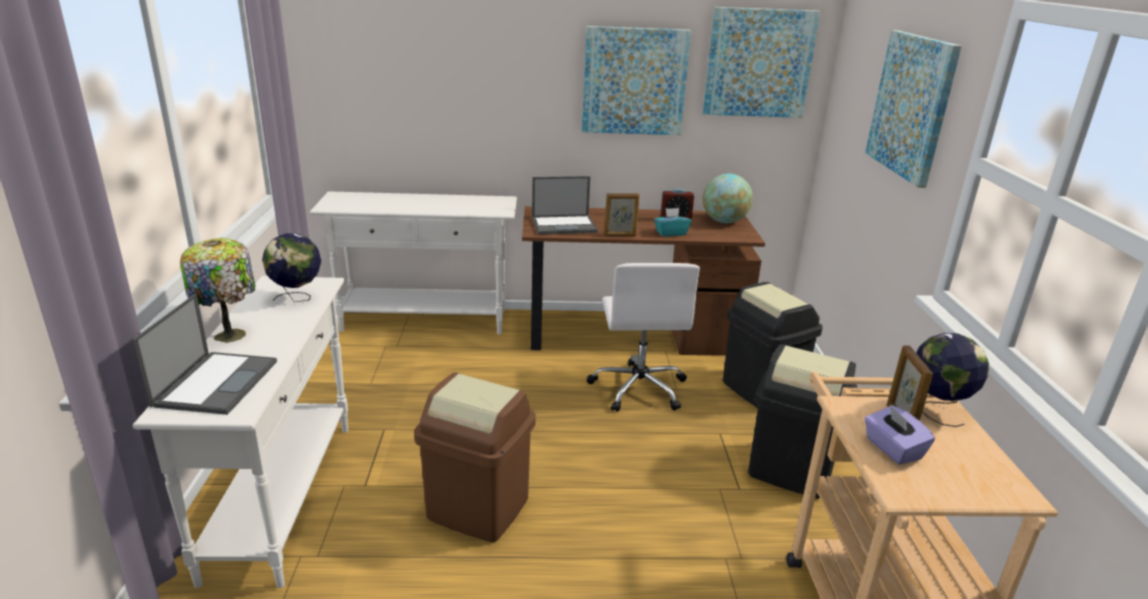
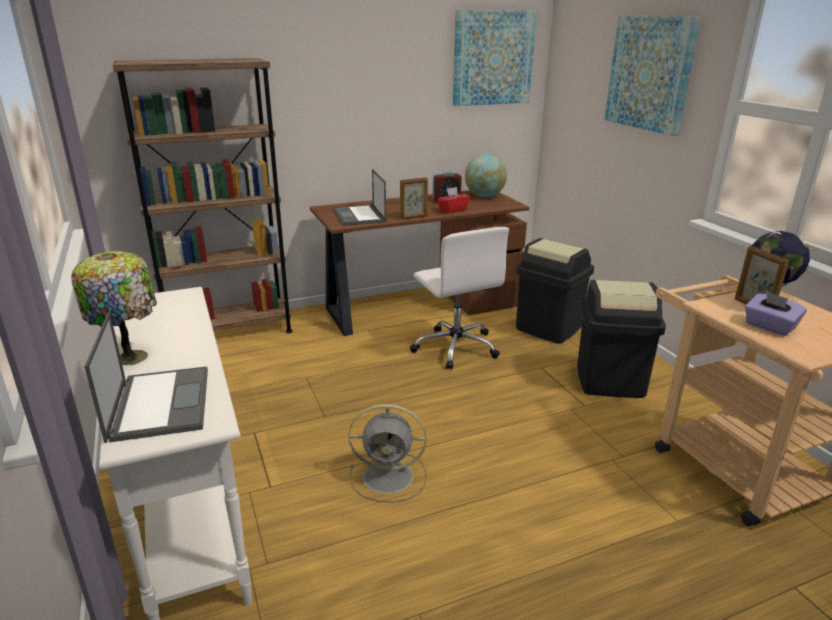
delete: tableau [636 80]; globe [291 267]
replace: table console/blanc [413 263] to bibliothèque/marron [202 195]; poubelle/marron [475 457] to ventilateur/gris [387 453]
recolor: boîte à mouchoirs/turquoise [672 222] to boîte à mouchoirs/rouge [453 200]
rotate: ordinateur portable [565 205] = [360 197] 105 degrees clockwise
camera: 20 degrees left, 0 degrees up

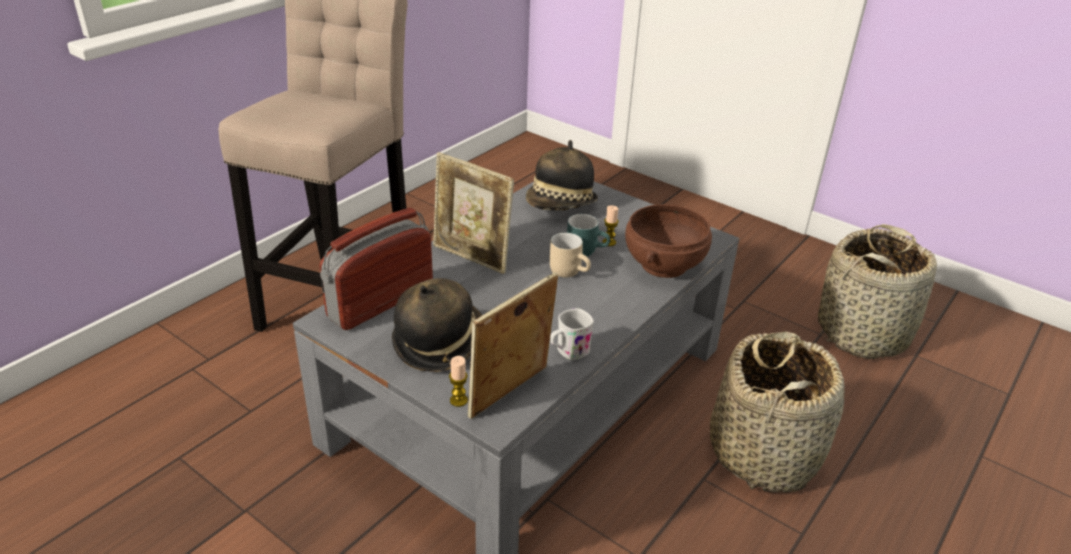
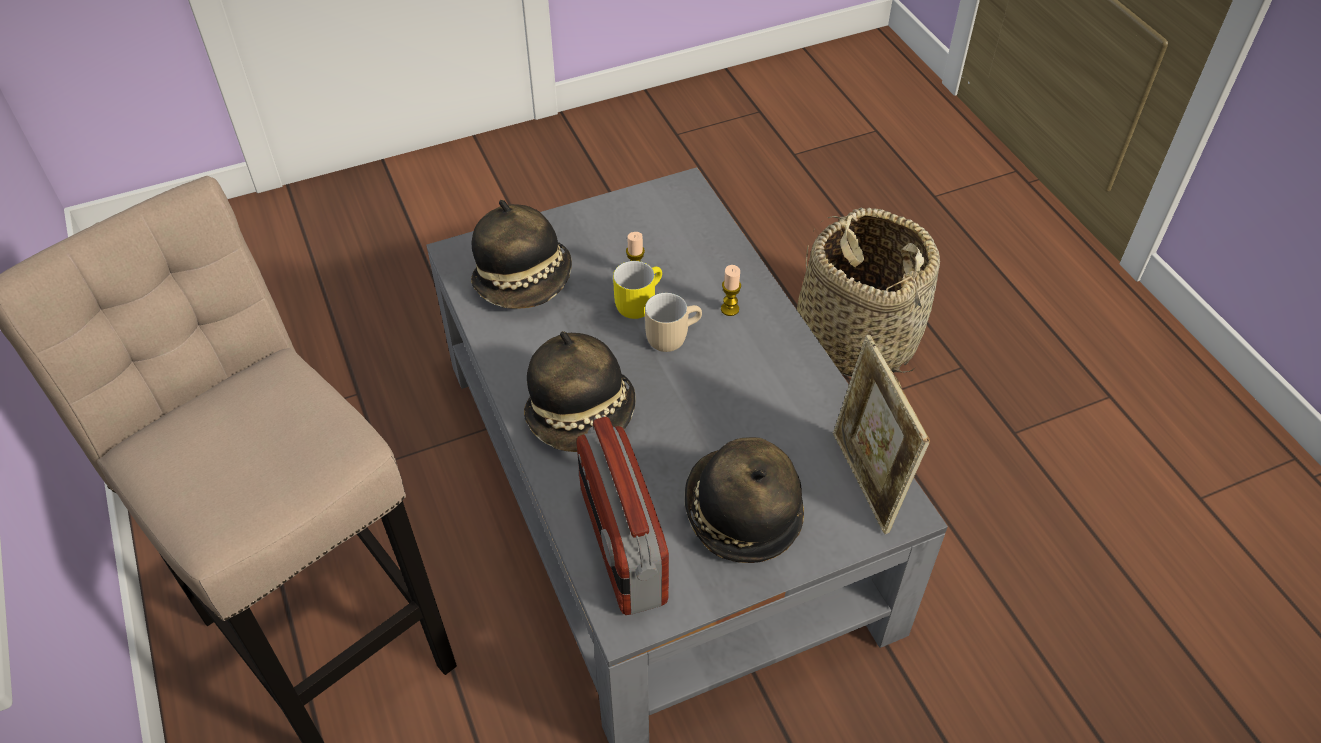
delete: bol/marron [668 241]; panier [877 291]; mug/blanc [572 334]
move: bougie [458 381] to [731 290]
replace: cadre photo [473 213] to chapeau [580 391]
recolor: mug/turquoise [588 235] to mug/jaune [637 290]
camera: 60 degrees left, 15 degrees up

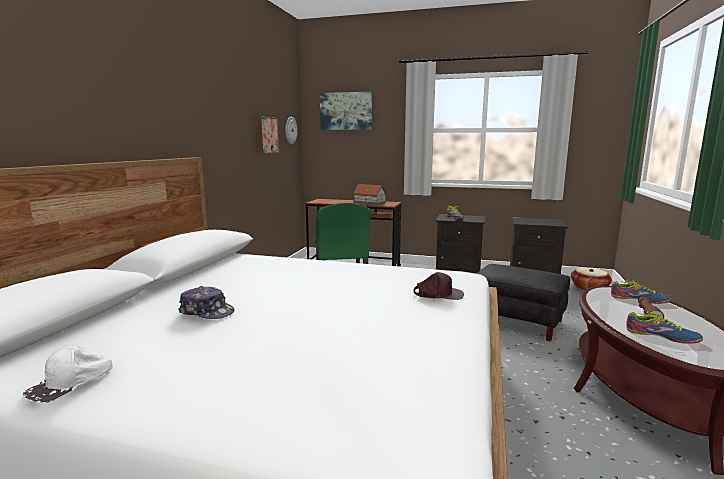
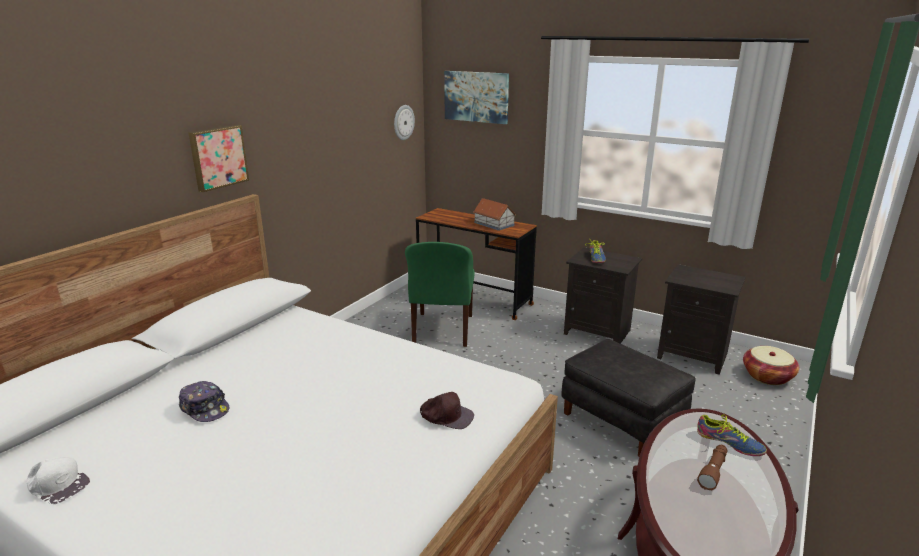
delete: chaussure [664 327]
move: tableau [268 135] to [219 158]
rotate: casquette/blanc [68 374] = [58 480] 105 degrees counterclockwise
camera: 15 degrees right, 10 degrees up

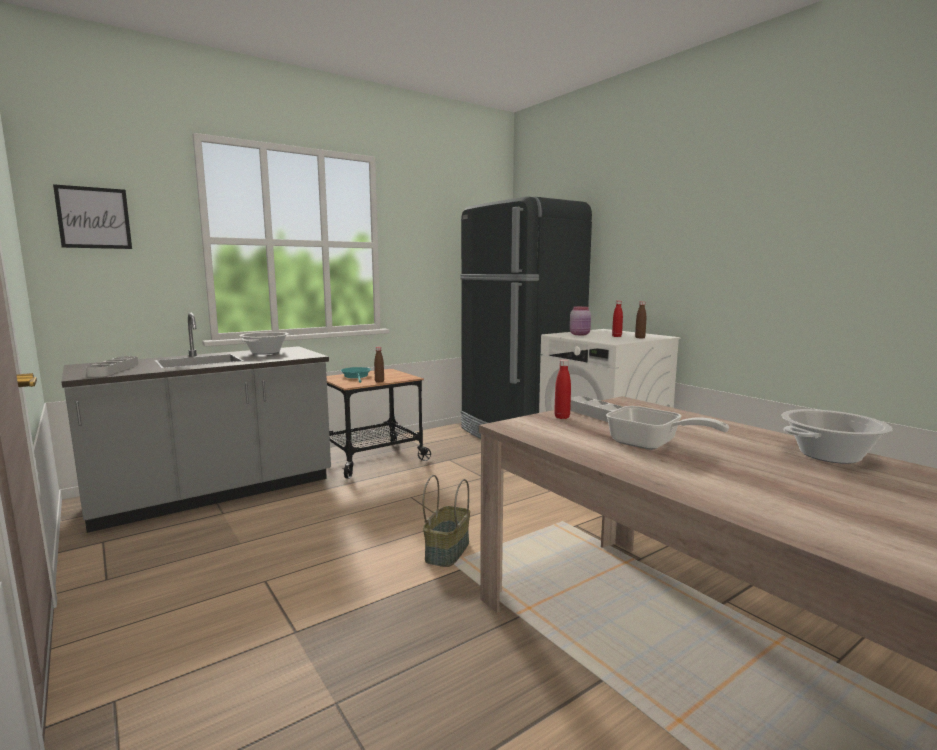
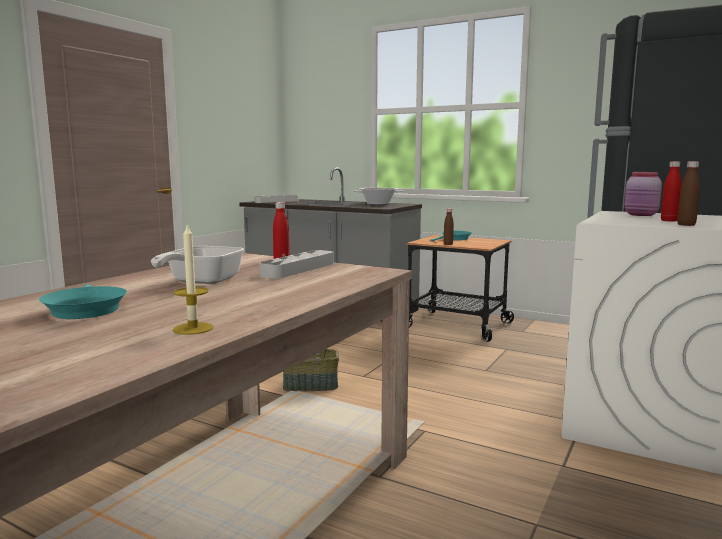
delete: tableau [92 216]
insert: poêle/turquoise [83 301]
replace: marmite [837 436] to bougie [193 279]
camera: 65 degrees right, 0 degrees up

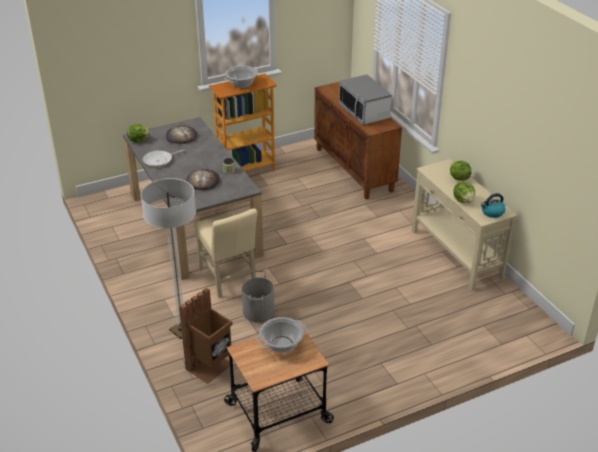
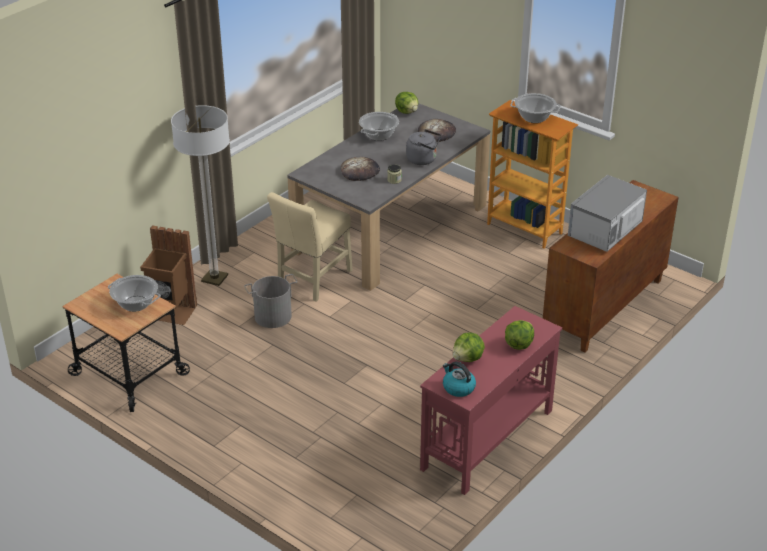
insert: bouilloire/gris [423 147]
replace: poêle [164 158] to marmite [379 126]
recolor: table console/beige [464 225] to table console/rouge [491 400]
camera: 65 degrees right, 0 degrees up

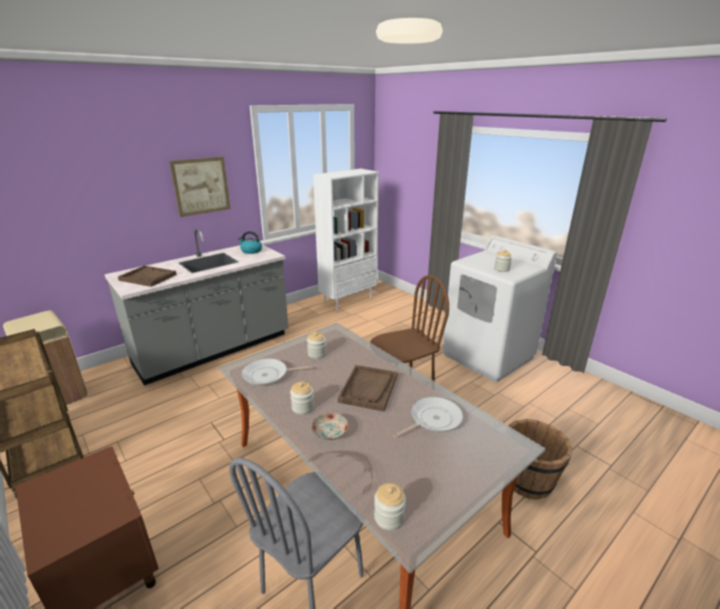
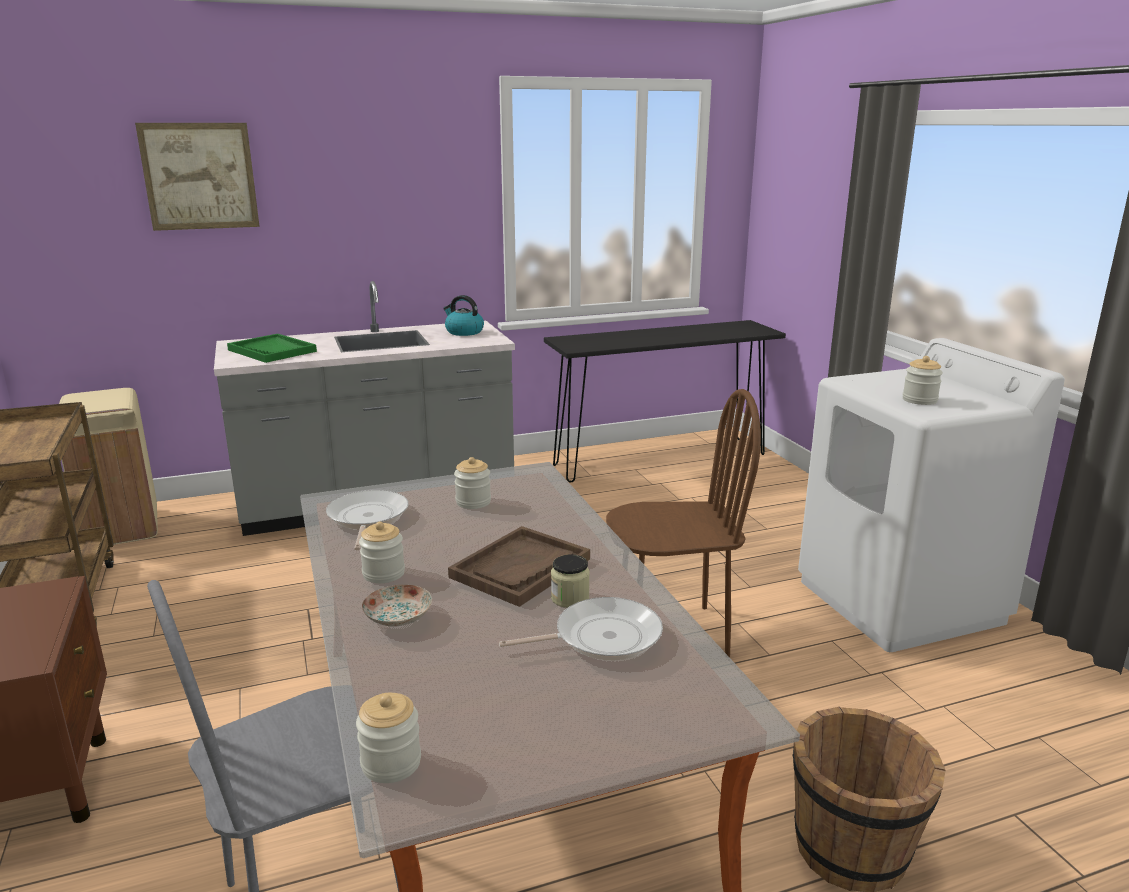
insert: bocal [570 581]
move: tableau [199 187] to [197 177]
replace: bibliothèque/blanc [346 240] to table console/noir [665 401]
recolor: plateau/marron [147 276] to plateau/vert [272 348]
rotate: poêle [276 372] = [367 520] 75 degrees clockwise
camera: 20 degrees right, 5 degrees down

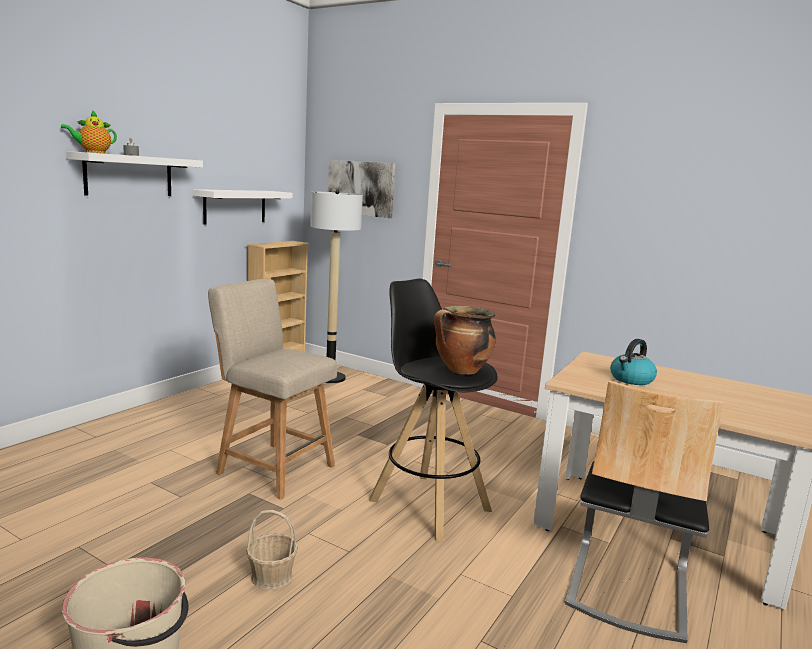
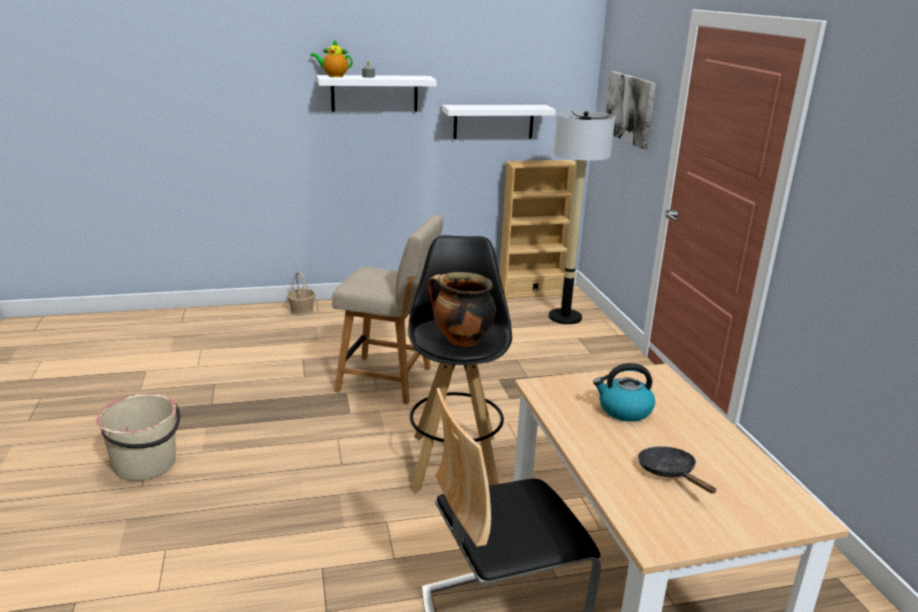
insert: poêle/noir [677 470]
move: panier [272 550] to [301 294]
rotate: chaise/beige [272 389] = [387 309] 120 degrees clockwise
camera: 45 degrees right, 10 degrees up

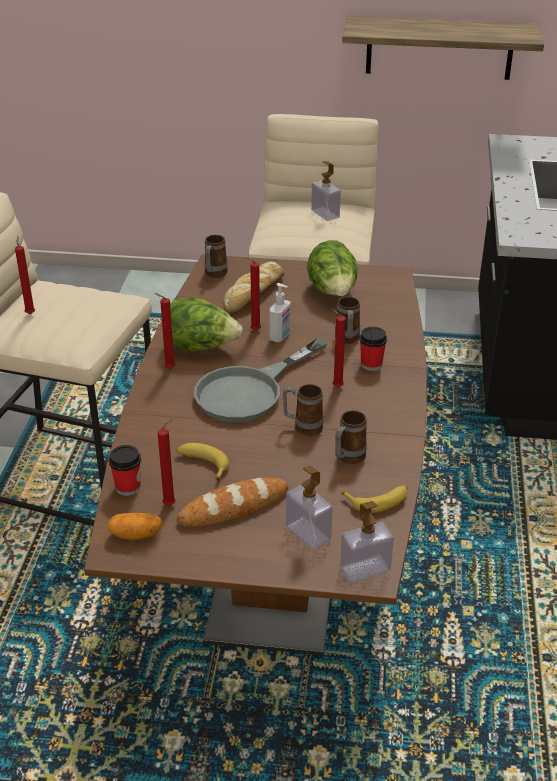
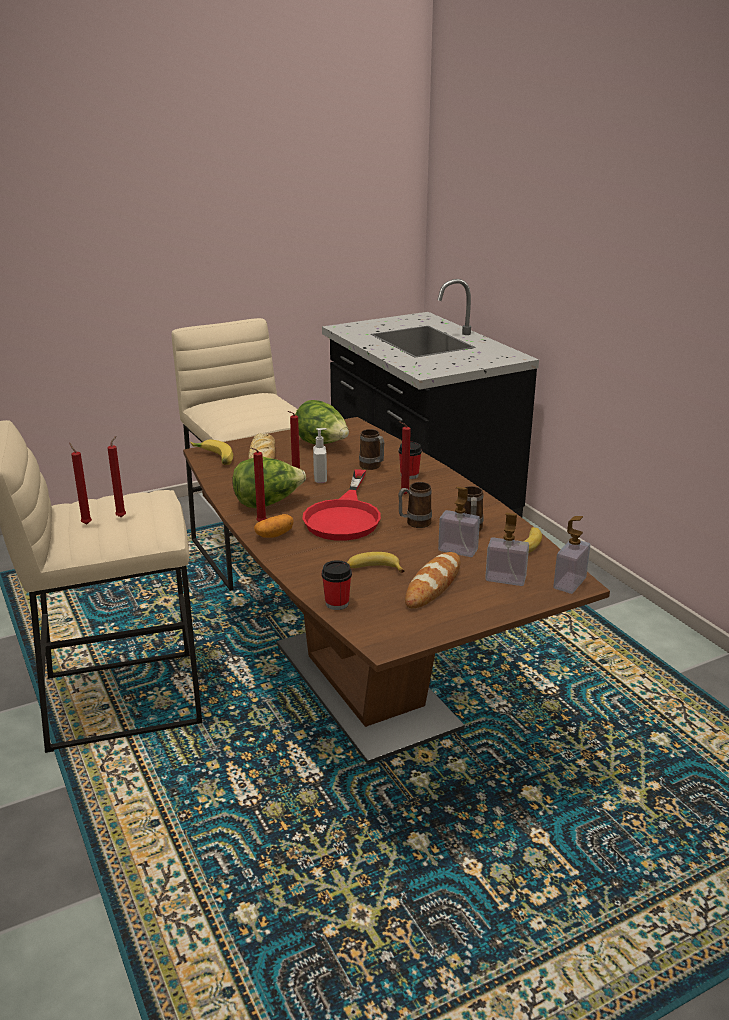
delete: étagère [443 48]
move: distributeur de savon [326 191] to [459 522]; bougie/rouge [166 462] to [116 477]; pomme de terre [135 526] to [274 526]
replace: mug [216 256] to banane [211 452]
recolor: poêle/gris [260 380] to poêle/rouge [341 505]
camera: 35 degrees left, 10 degrees down

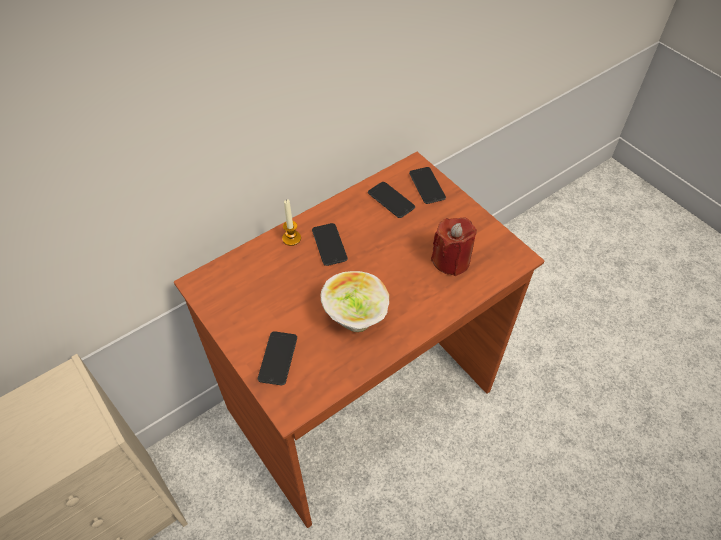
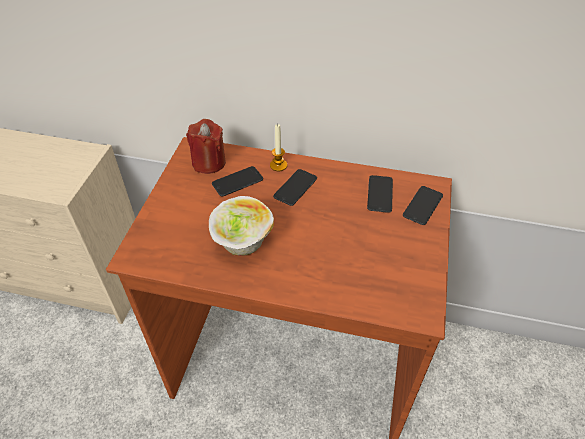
move: bougie/rouge [454 247] to [206 146]; téléphone [277 358] to [237 181]
camera: 50 degrees right, 5 degrees down

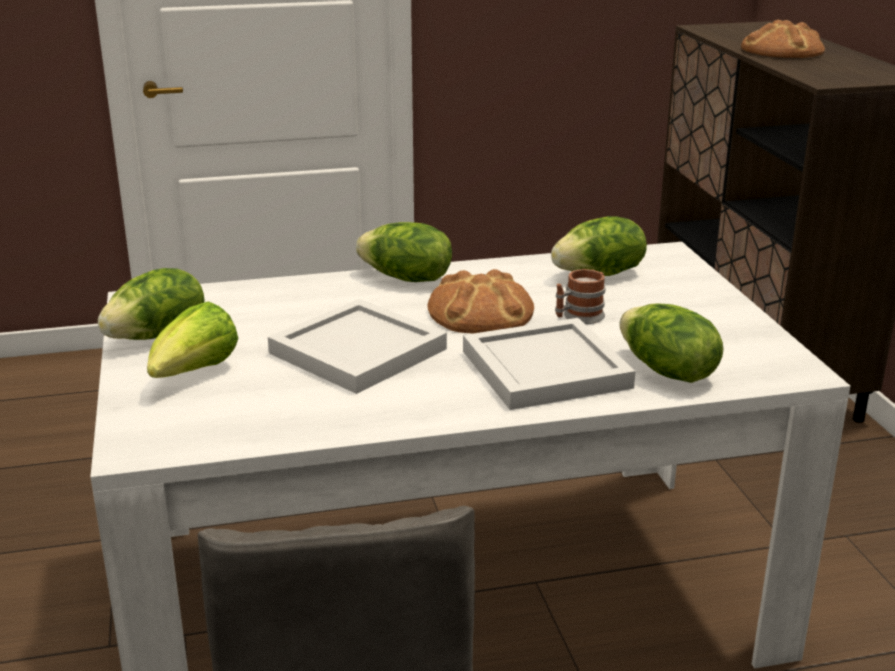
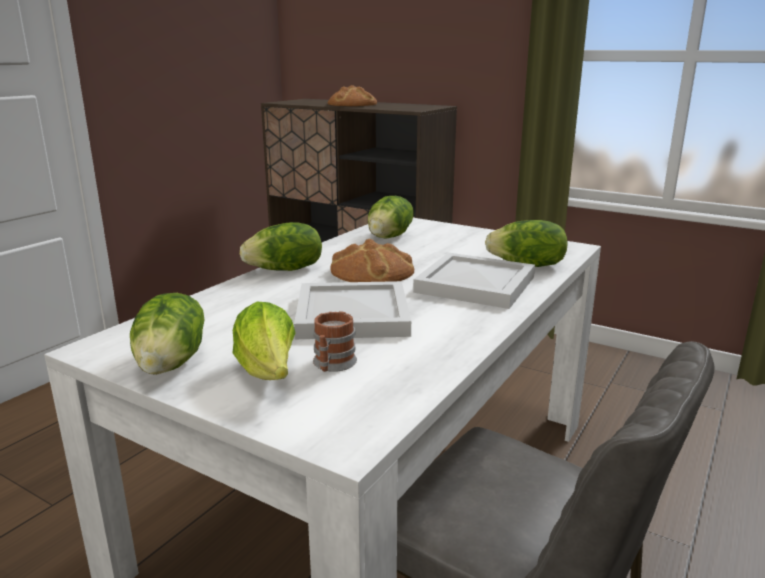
move: mug [580 296] to [335 341]
camera: 45 degrees left, 5 degrees down

